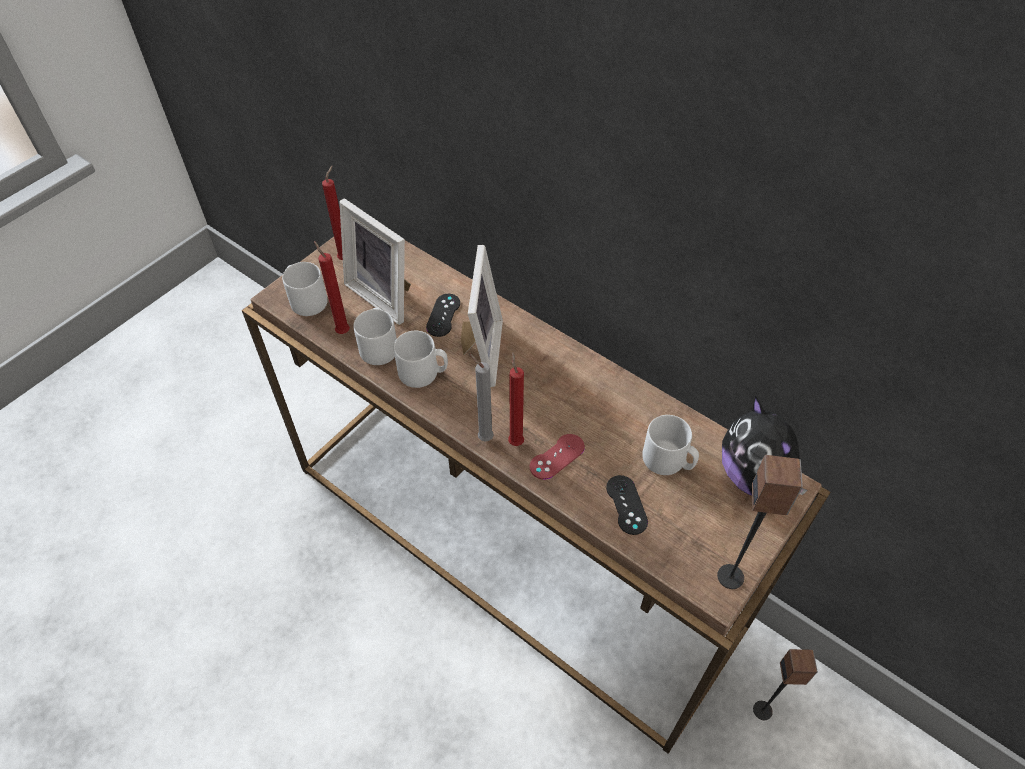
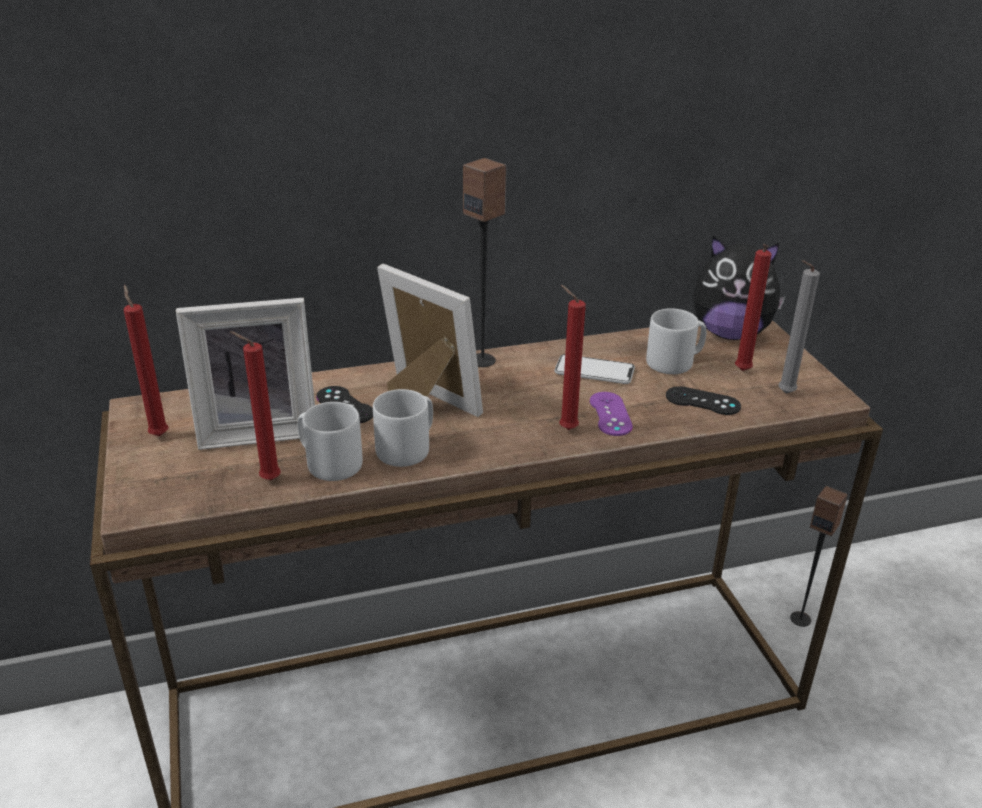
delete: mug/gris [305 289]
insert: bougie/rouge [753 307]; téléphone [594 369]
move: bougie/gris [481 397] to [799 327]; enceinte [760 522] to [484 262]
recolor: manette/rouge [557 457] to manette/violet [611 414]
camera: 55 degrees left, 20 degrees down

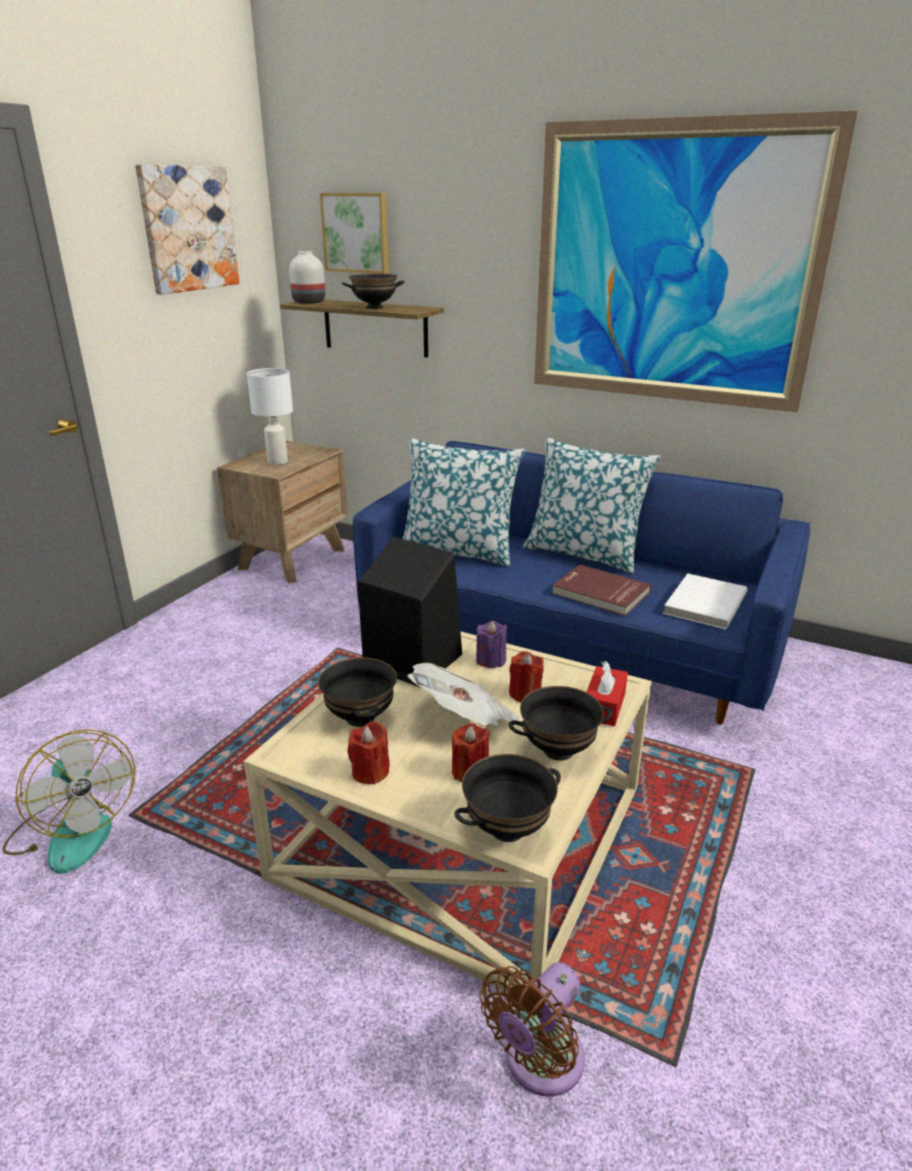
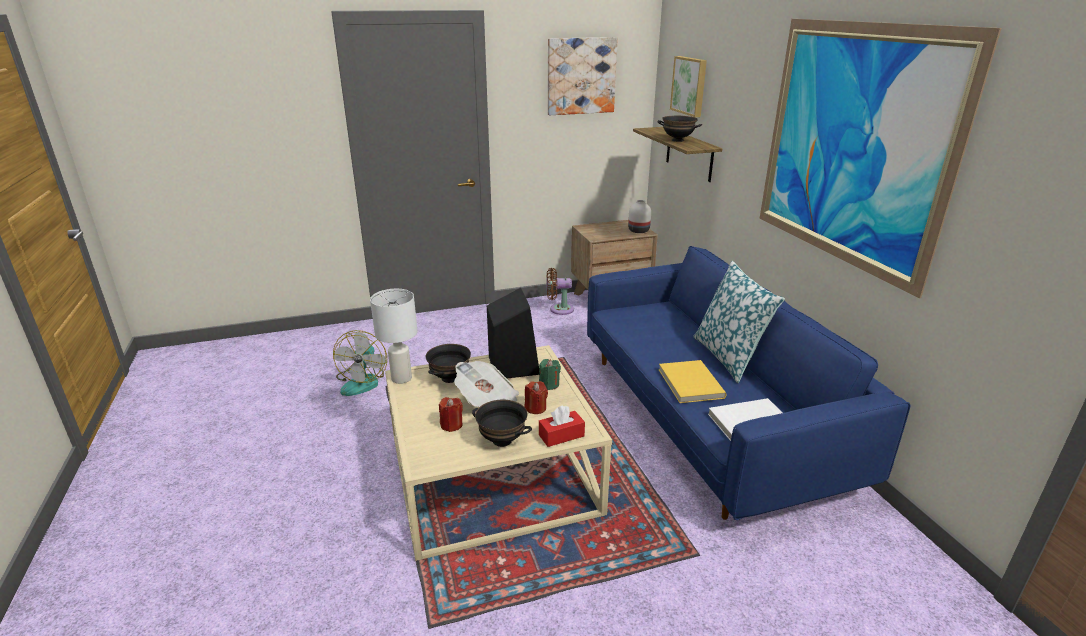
delete: coussin [463 502]; bougie/rouge [368 753]; bol/noir [508 798]
move: vase/blanc [307 277] to [639 216]; lampe de table/blanc [270 416] to [393 336]; ventilateur/marron [532 1029] to [560 291]
recolor: livre/rouge [601 590] to livre/jaune [692 381]; bougie/violet [491 644] to bougie/vert [550 374]
camera: 45 degrees right, 0 degrees up

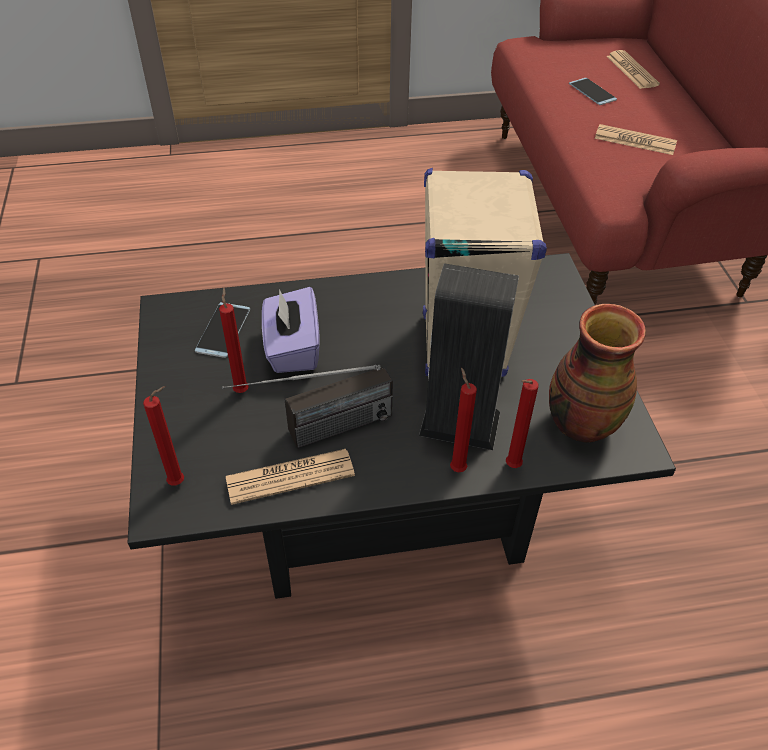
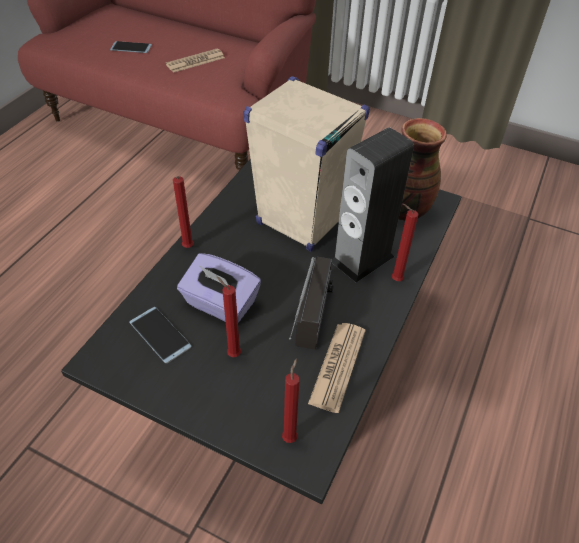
delete: journal [633 69]
move: bougie/rouge [522 423] to [183 212]
camera: 55 degrees left, 0 degrees up

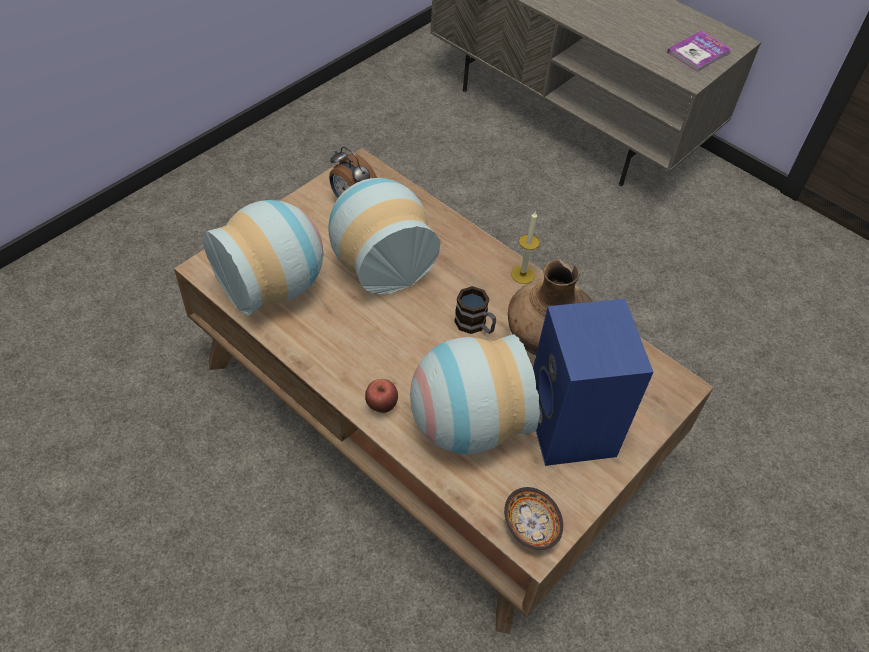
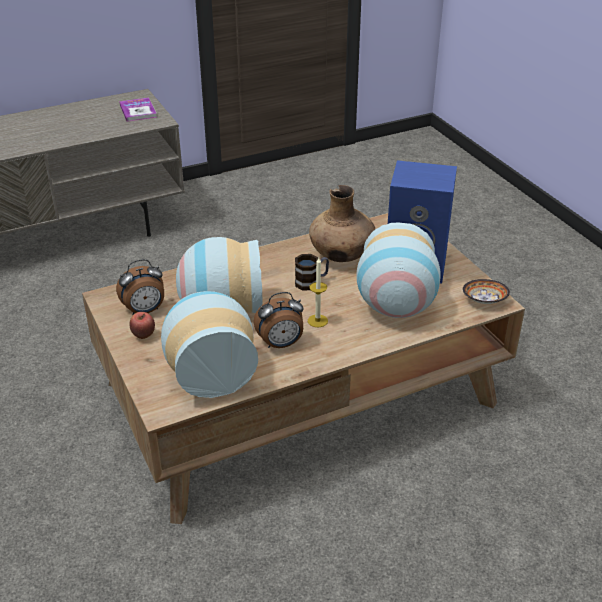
insert: réveil [278 320]
move: bougie [525 248] to [318 292]; pomme [381 396] to [142 325]
camera: 65 degrees left, 15 degrees down

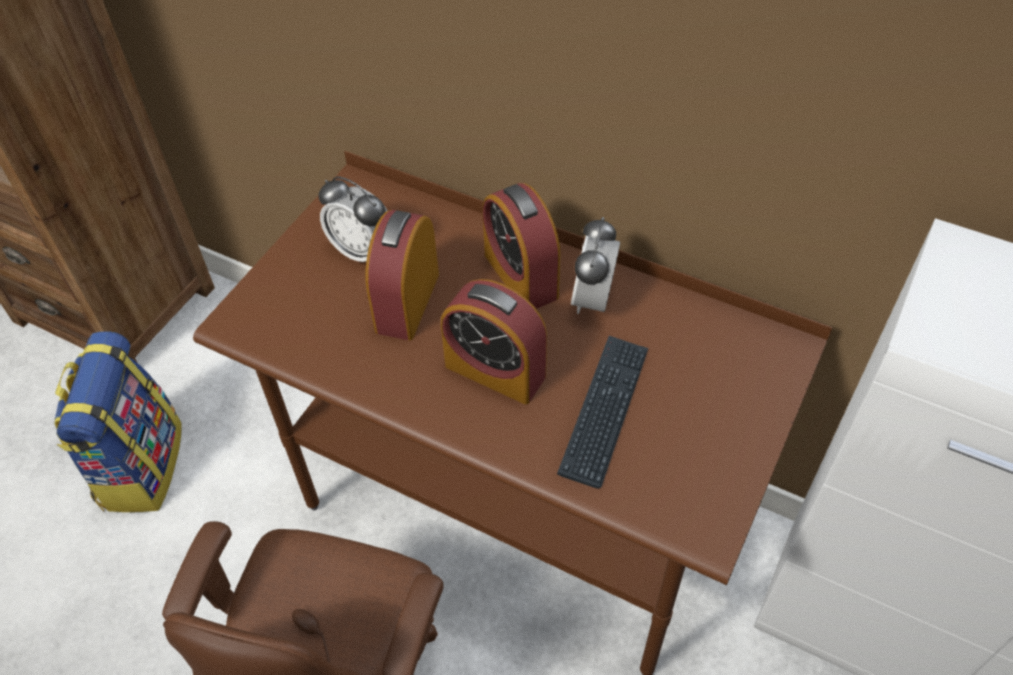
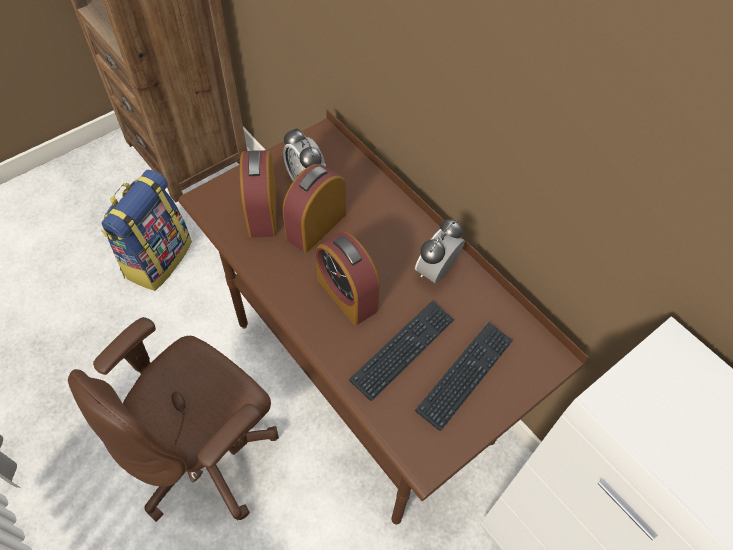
insert: clavier [464 376]
move: réveil [521 246] to [258 194]
camera: 20 degrees right, 5 degrees up

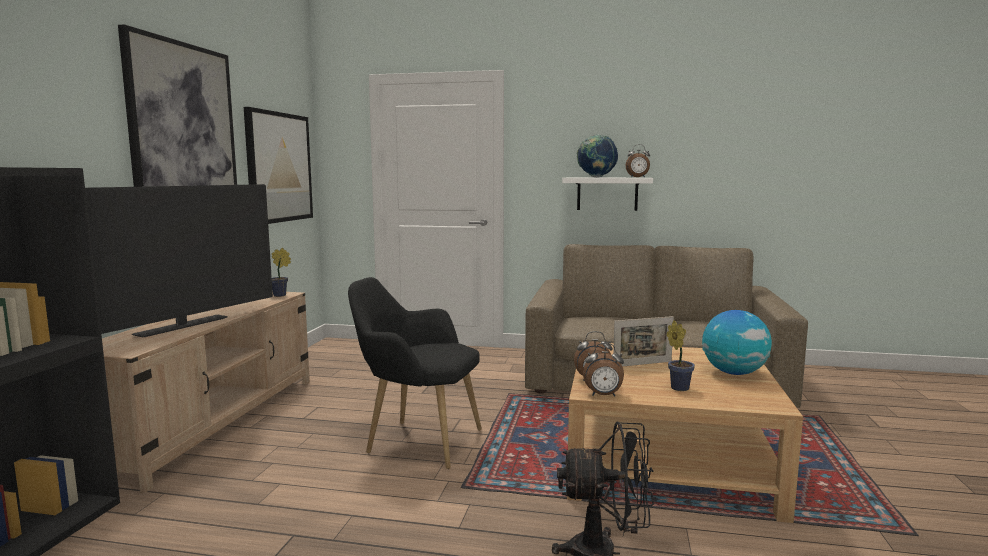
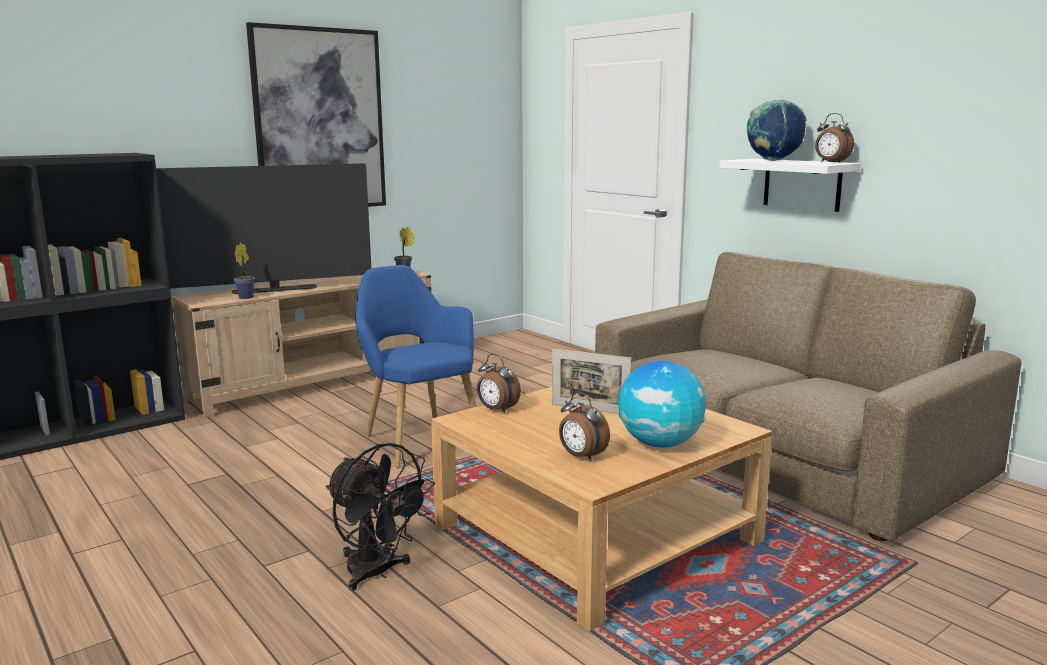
delete: tableau [278 165]
move: plante en pot [680 355] to [244 271]; réveil [603 370] to [584 426]
recolor: fauteuil/noir [415 373] to fauteuil/bleu [416 367]
camera: 40 degrees right, 5 degrees up

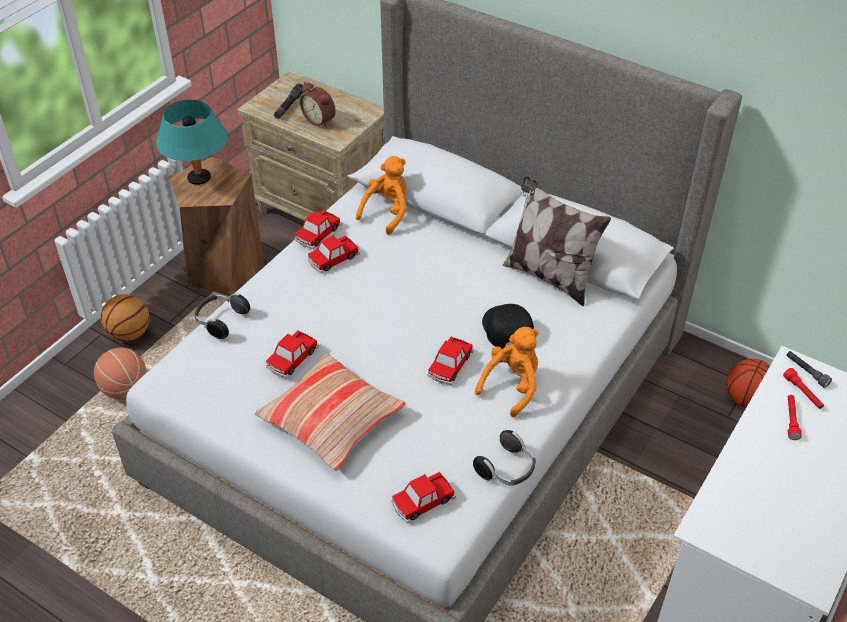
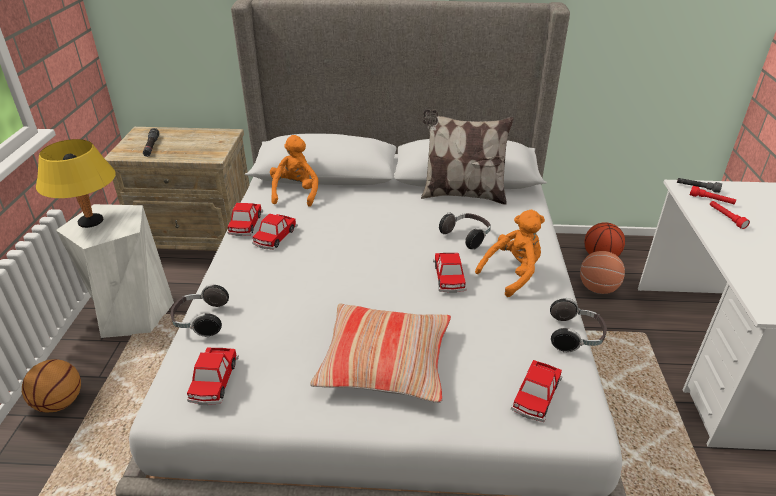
delete: réveil [318 105]
move: petite voiture [292 354] to [213 376]; ballon de basket [120 373] to [602 272]
replace: casquette/noir [508 326] to casque audio [465 230]
recolor: lampe de table/turquoise [192 142] to lampe de table/jaune [76 183]; tabouret/marron [216 226] to tabouret/blanc [115 271]
rotate: peluche/orange [507 372] = [510 253] 45 degrees clockwise
camera: 30 degrees left, 10 degrees down

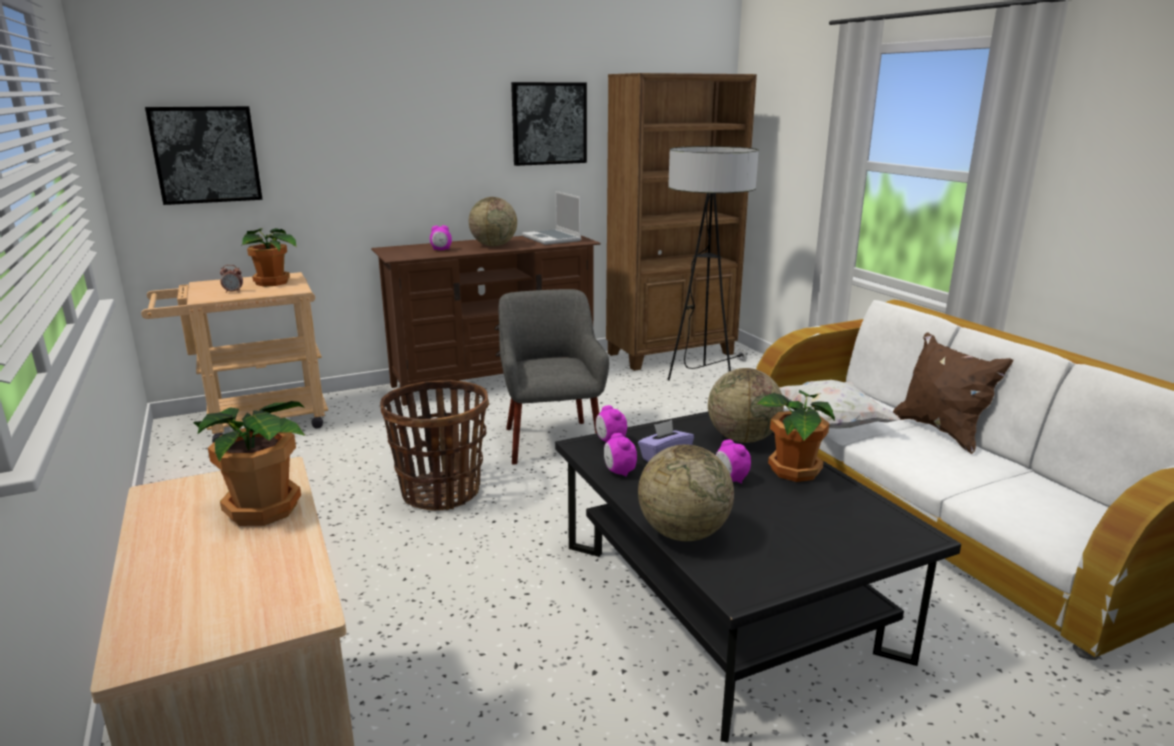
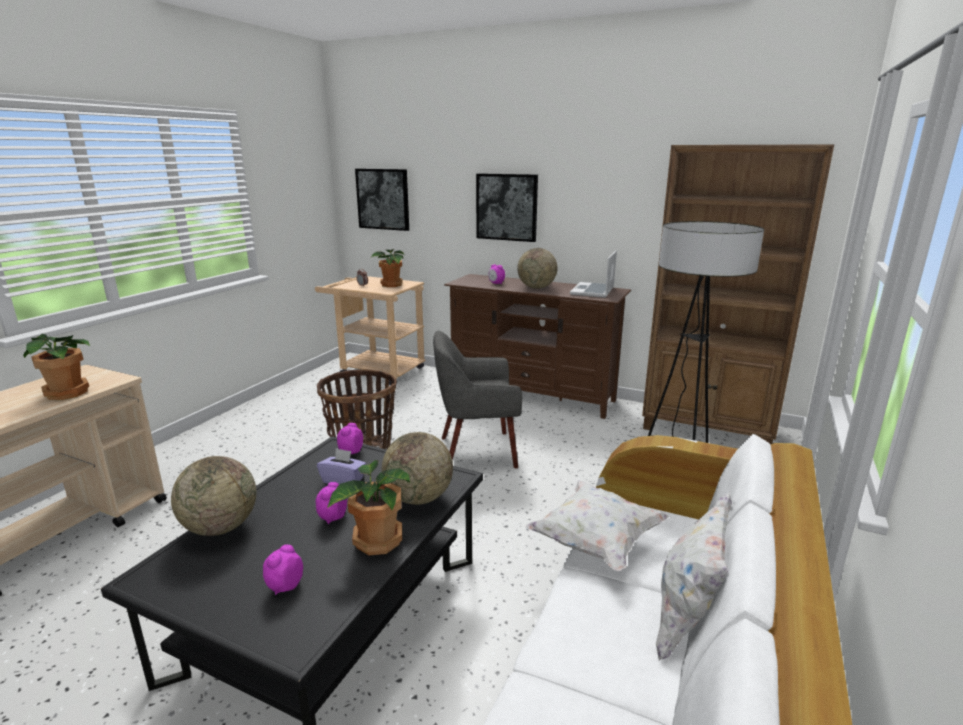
move: tableau [549 124] to [507 207]; réveil [620 455] to [283 569]
recolor: coussin/marron [953 393] to coussin/blanc [694 576]
rotate: fauteuil/gris [554 377] = [477 399] 135 degrees counterclockwise
camera: 50 degrees right, 0 degrees up

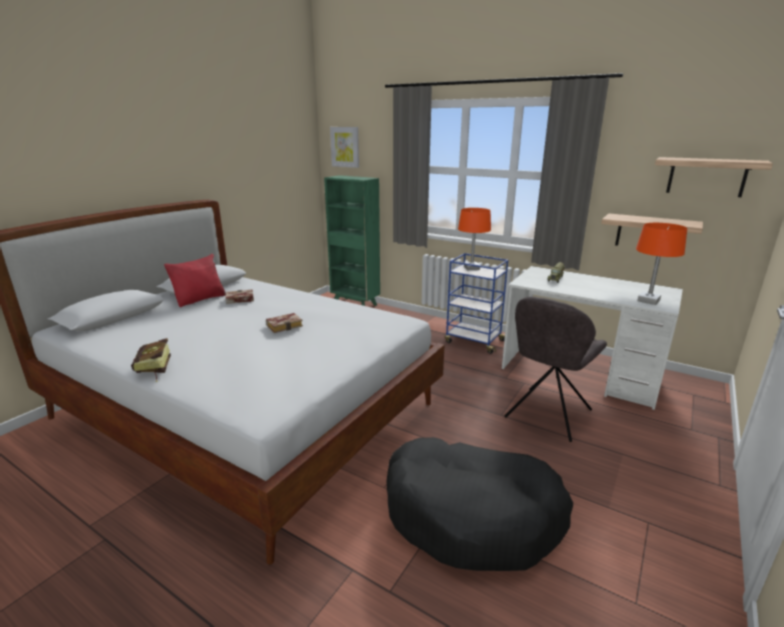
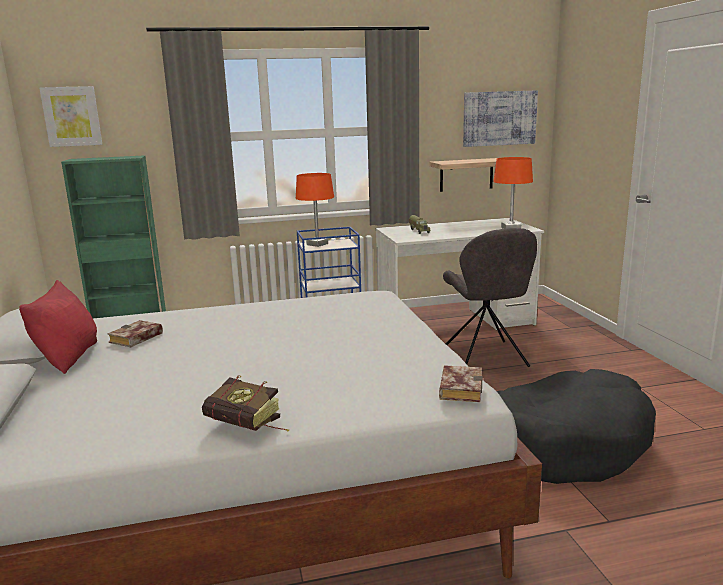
move: livre [284 323] to [461 383]
replace: étagère [714 177] to tableau [500 118]
camera: 45 degrees left, 5 degrees down

